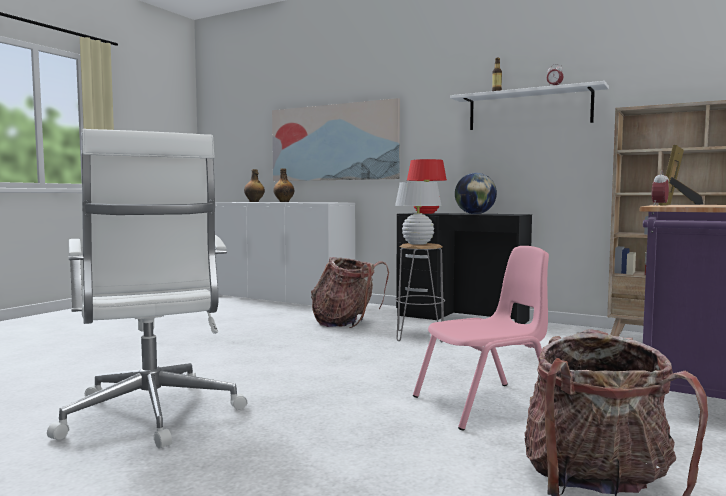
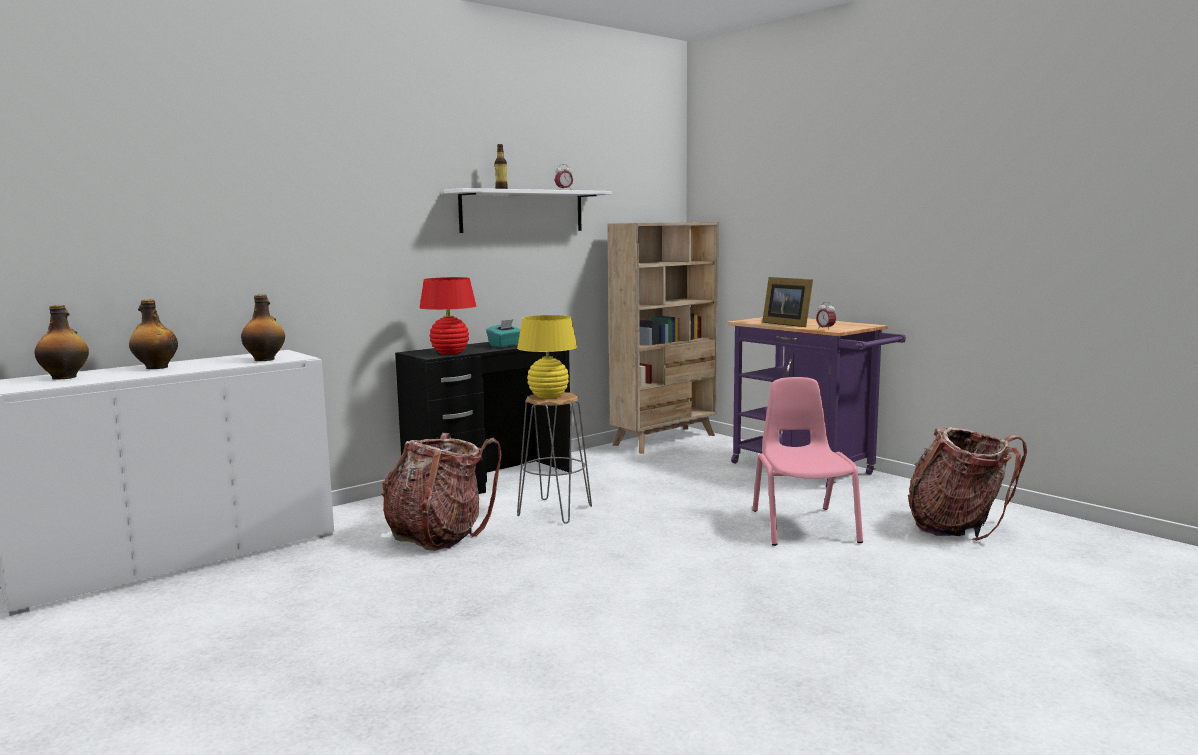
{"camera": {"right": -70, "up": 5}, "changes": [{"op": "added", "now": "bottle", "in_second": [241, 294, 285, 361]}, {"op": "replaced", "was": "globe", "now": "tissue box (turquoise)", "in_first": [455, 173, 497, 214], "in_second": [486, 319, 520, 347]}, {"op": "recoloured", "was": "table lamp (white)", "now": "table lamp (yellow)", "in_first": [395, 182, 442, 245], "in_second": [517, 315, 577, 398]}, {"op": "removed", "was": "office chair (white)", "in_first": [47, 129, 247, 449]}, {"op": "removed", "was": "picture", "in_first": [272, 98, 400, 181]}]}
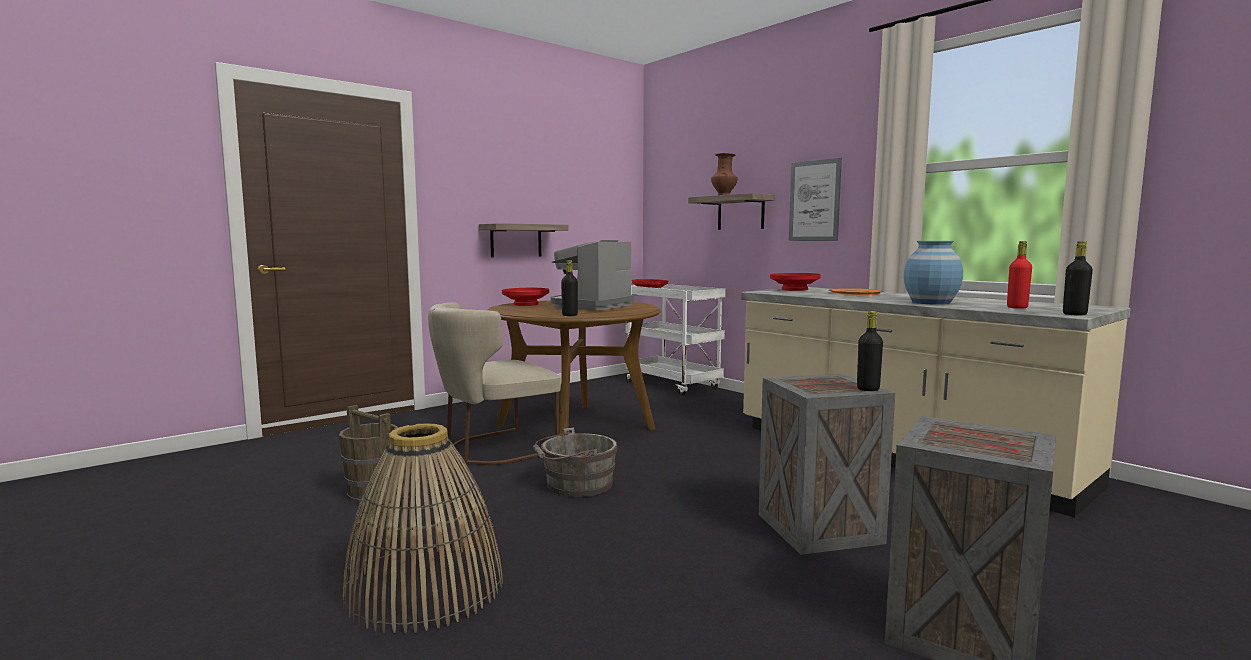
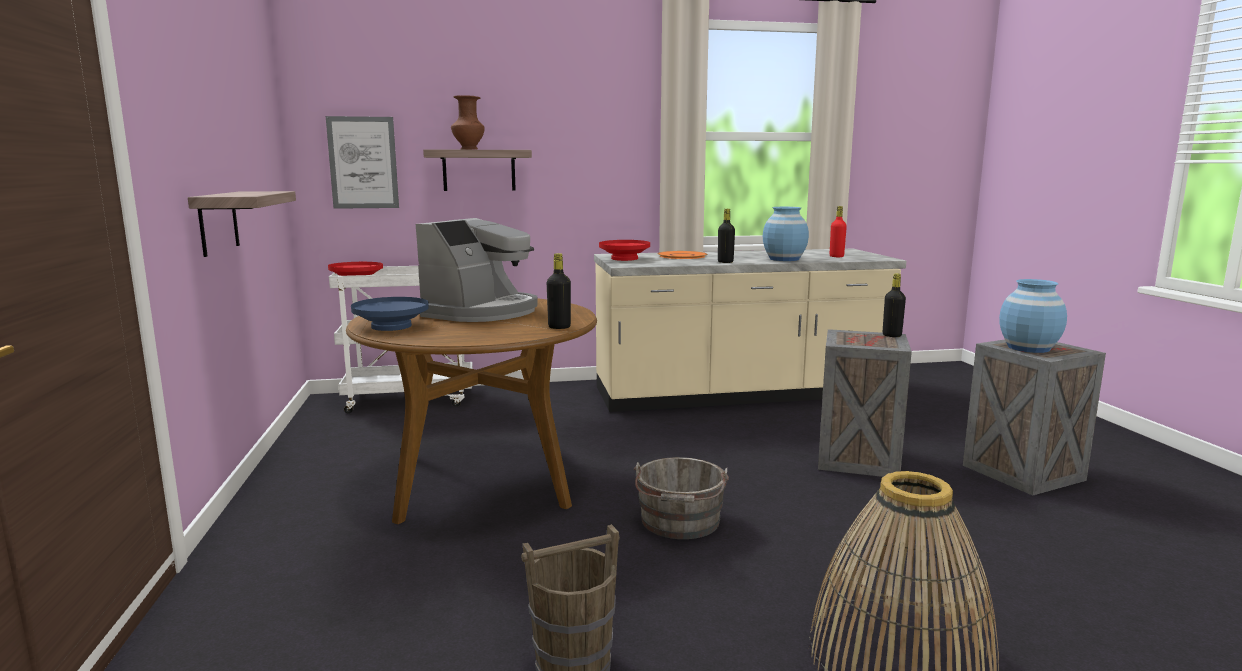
{"camera": {"right": -60, "up": 5}, "changes": [{"op": "moved", "was": "picture", "in_first": [789, 158, 842, 241], "in_second": [326, 116, 399, 209]}, {"op": "recoloured", "was": "bowl (red)", "now": "bowl (blue)", "in_first": [502, 288, 549, 306], "in_second": [351, 297, 429, 331]}, {"op": "turned", "was": "coffee machine", "in_first": [551, 241, 634, 311], "in_second": [416, 218, 538, 322], "clockwise": -120}, {"op": "moved", "was": "bottle (black)", "in_first": [1063, 241, 1093, 316], "in_second": [718, 209, 735, 263]}, {"op": "added", "now": "vase (blue)", "in_second": [999, 279, 1067, 353]}, {"op": "removed", "was": "chair (beige)", "in_first": [428, 302, 561, 465]}]}
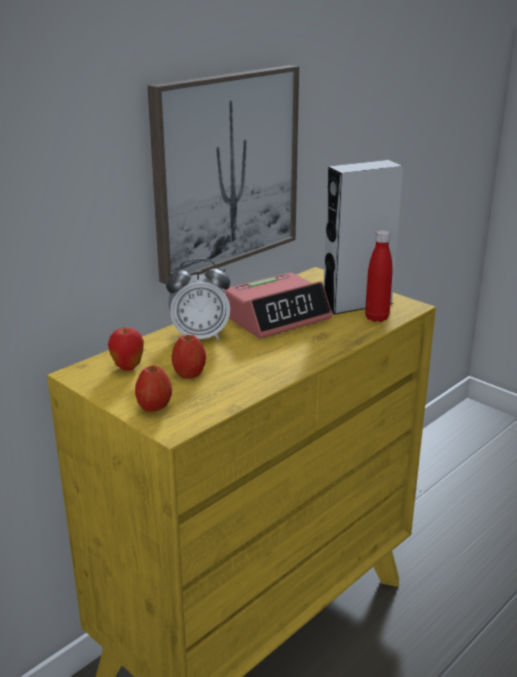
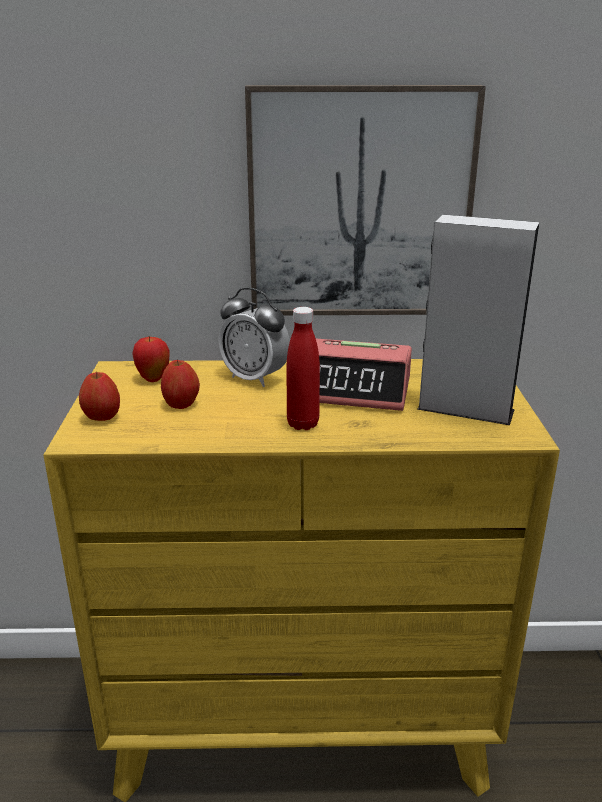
{"camera": {"right": 45, "up": 0}, "changes": [{"op": "moved", "was": "bottle (red)", "in_first": [365, 230, 393, 322], "in_second": [287, 307, 320, 430]}]}
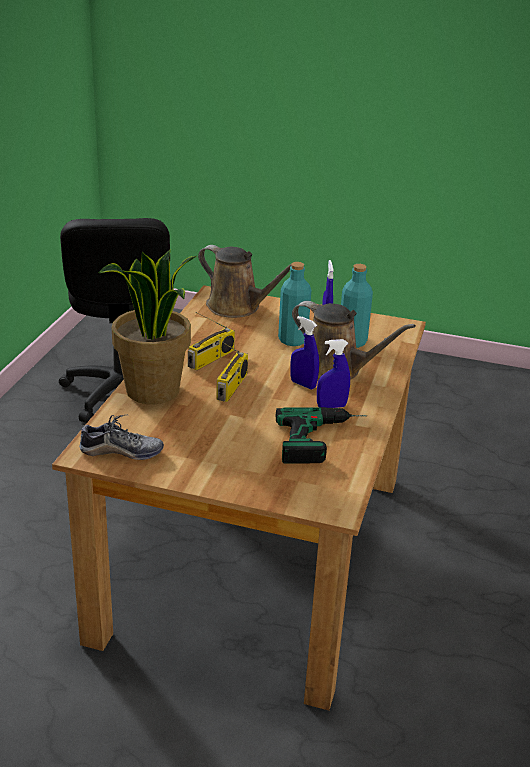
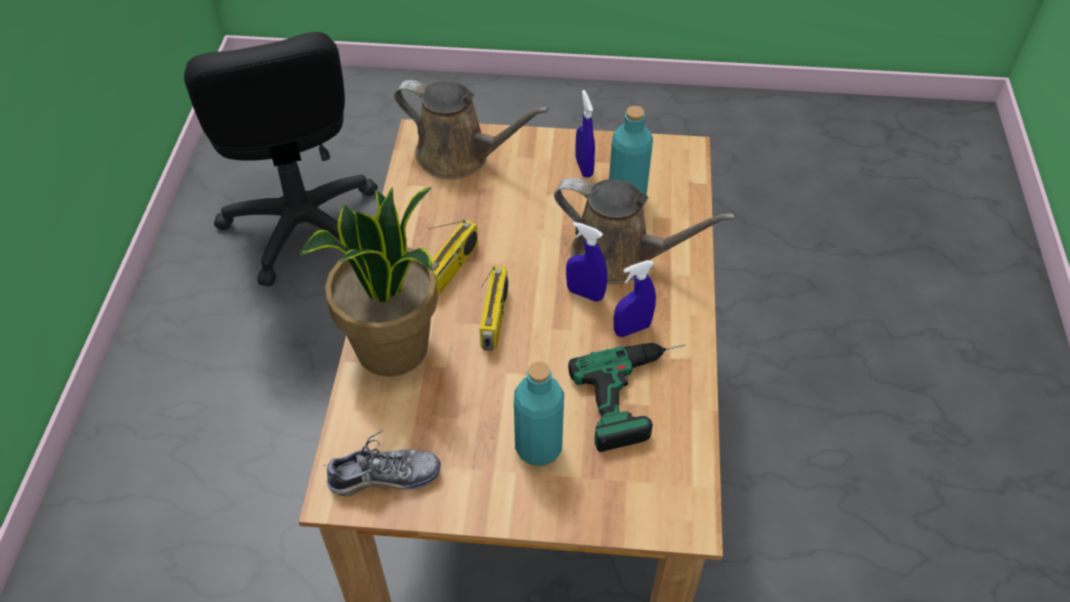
{"camera": {"right": -10, "up": 20}, "changes": [{"op": "moved", "was": "bottle (turquoise)", "in_first": [278, 262, 311, 346], "in_second": [514, 362, 564, 466]}]}
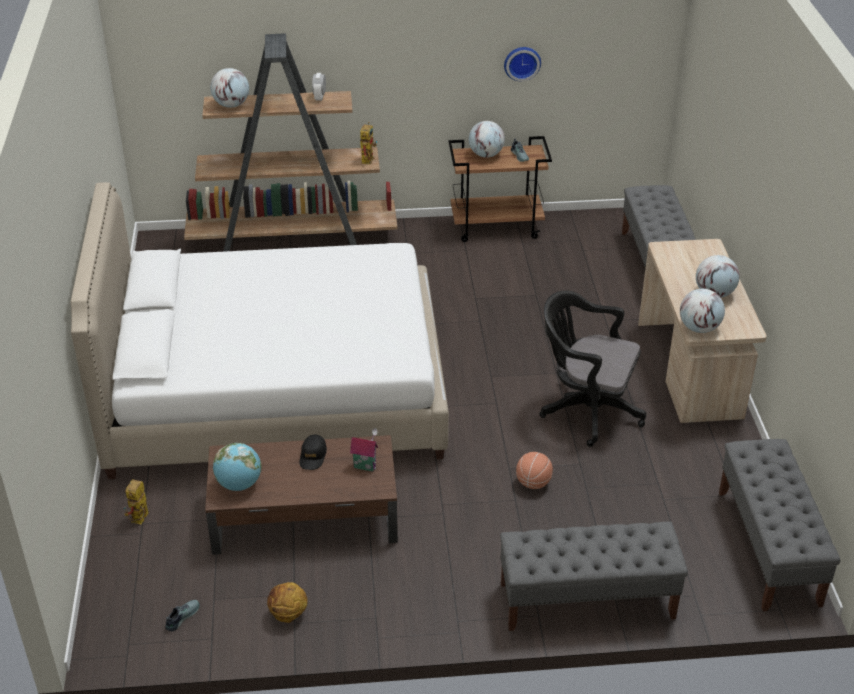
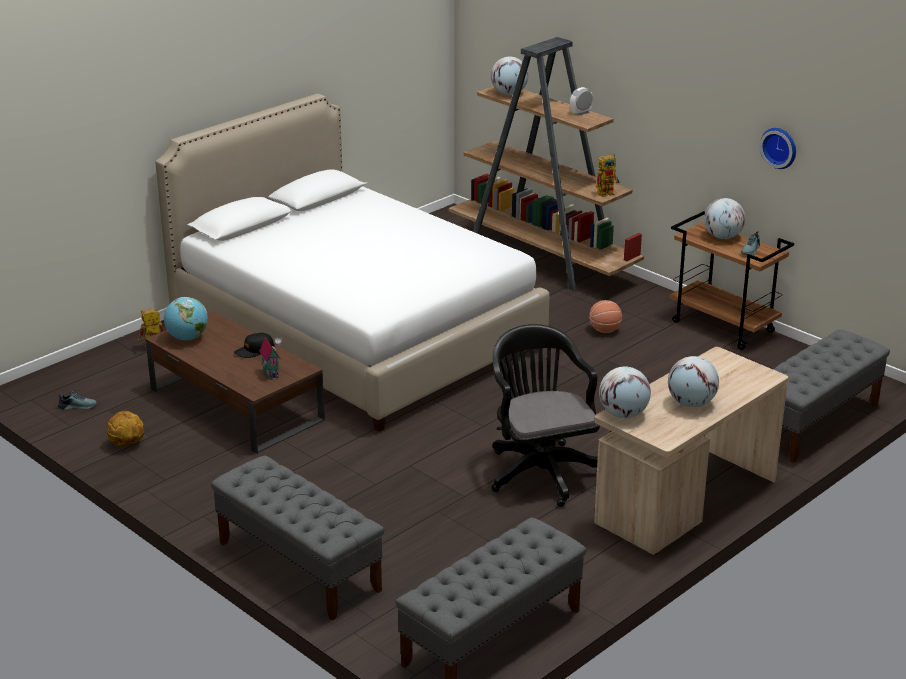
{"camera": {"right": 50, "up": -10}, "changes": [{"op": "moved", "was": "basketball", "in_first": [516, 452, 553, 489], "in_second": [589, 300, 622, 333]}]}
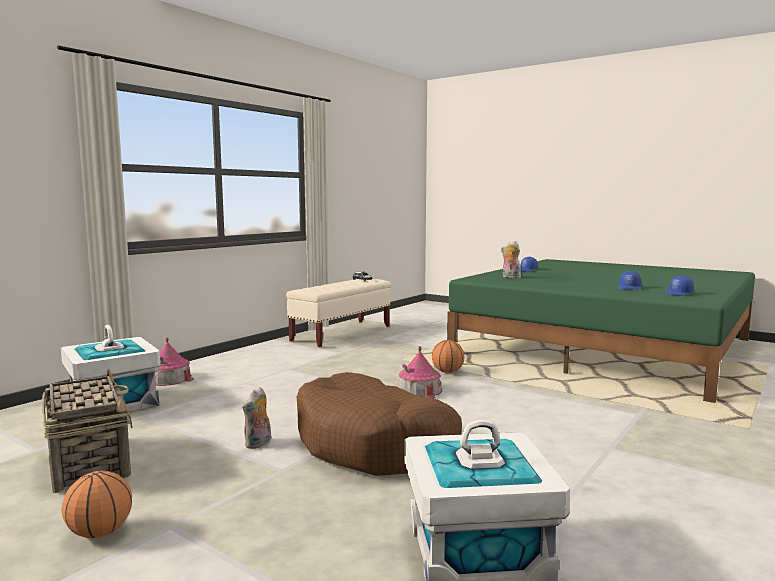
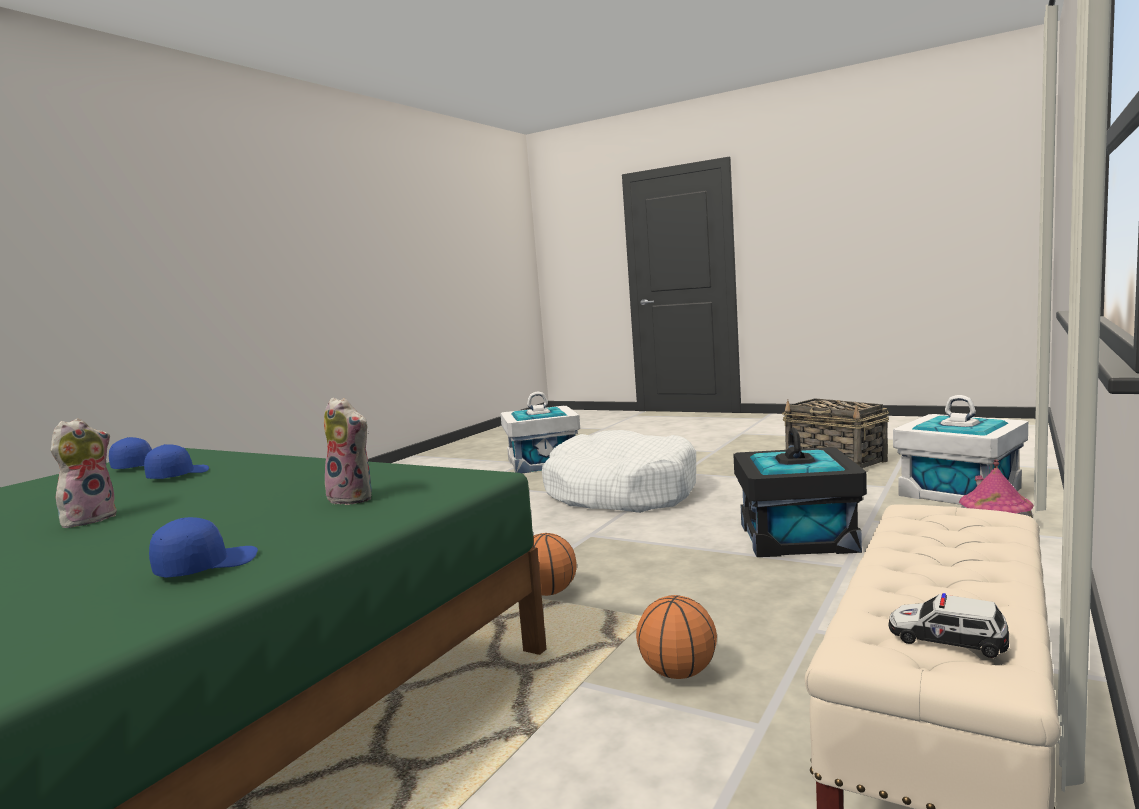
{"camera": {"right": 175, "up": 0}, "changes": [{"op": "moved", "was": "plush toy", "in_first": [242, 387, 271, 449], "in_second": [51, 419, 117, 528]}, {"op": "recoloured", "was": "dog bed (brown)", "now": "dog bed (white)", "in_first": [297, 372, 462, 476], "in_second": [542, 430, 696, 513]}, {"op": "moved", "was": "basketball", "in_first": [62, 471, 132, 538], "in_second": [636, 595, 717, 679]}, {"op": "added", "now": "storage box (black)", "in_second": [733, 427, 867, 557]}, {"op": "removed", "was": "toy house", "in_first": [398, 346, 442, 398]}]}
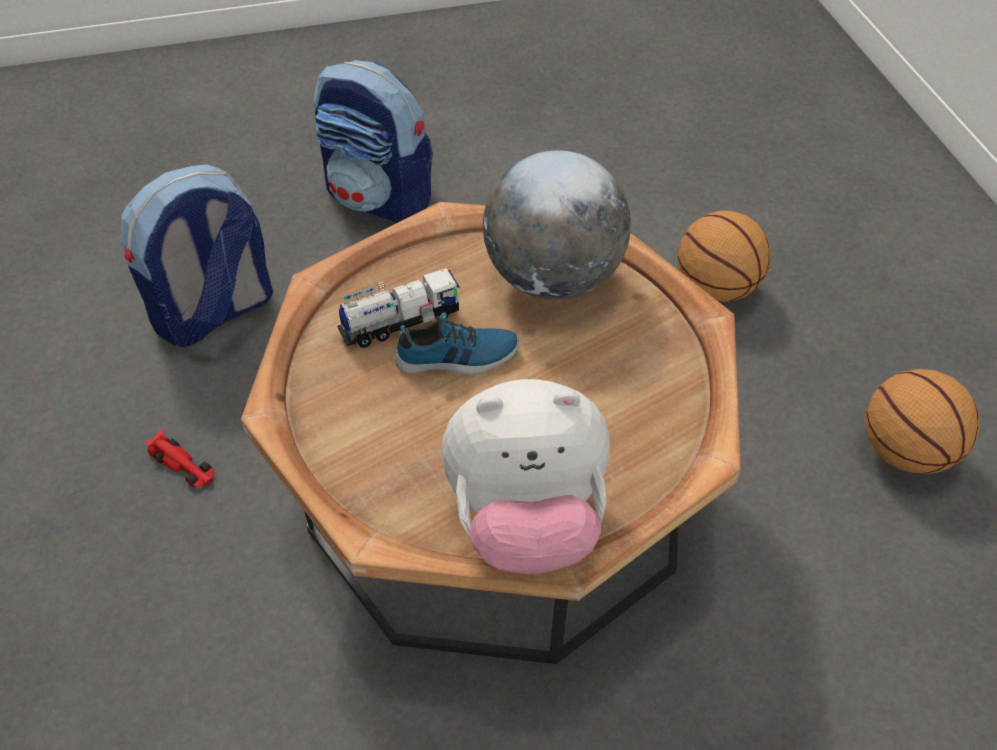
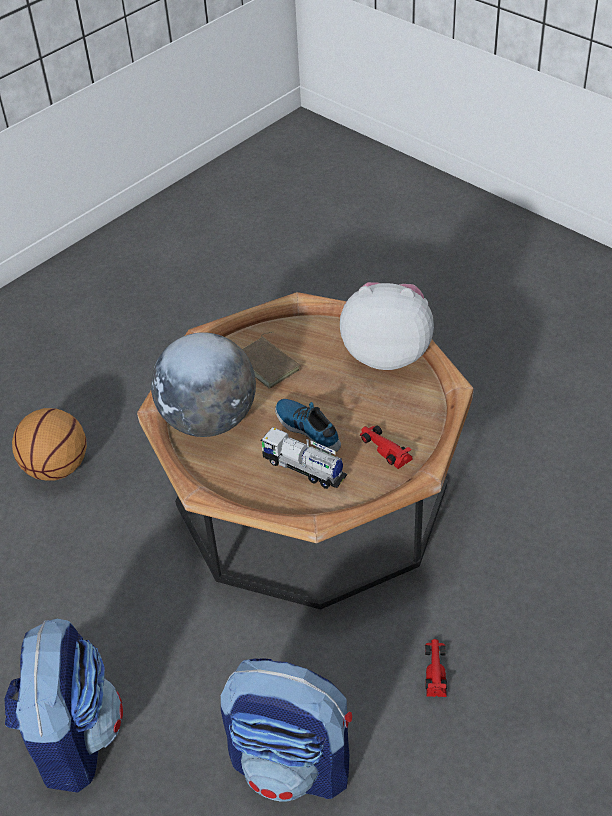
{"camera": {"right": -120, "up": -5}, "changes": [{"op": "added", "now": "book (brown)", "in_second": [242, 332, 301, 389]}, {"op": "turned", "was": "plush toy", "in_first": [441, 379, 610, 574], "in_second": [340, 282, 434, 370], "clockwise": -45}, {"op": "added", "now": "toy car (red)", "in_second": [360, 425, 413, 469]}, {"op": "removed", "was": "basketball", "in_first": [865, 369, 980, 474]}]}
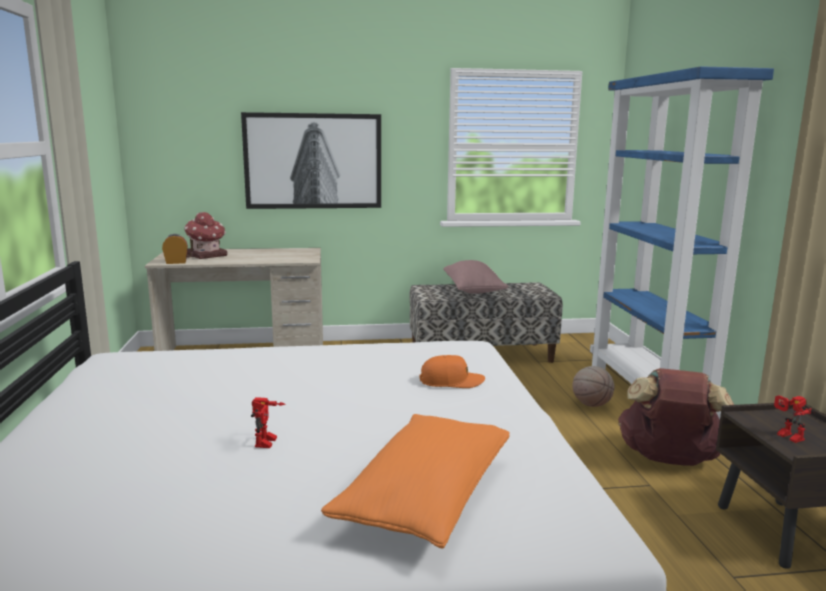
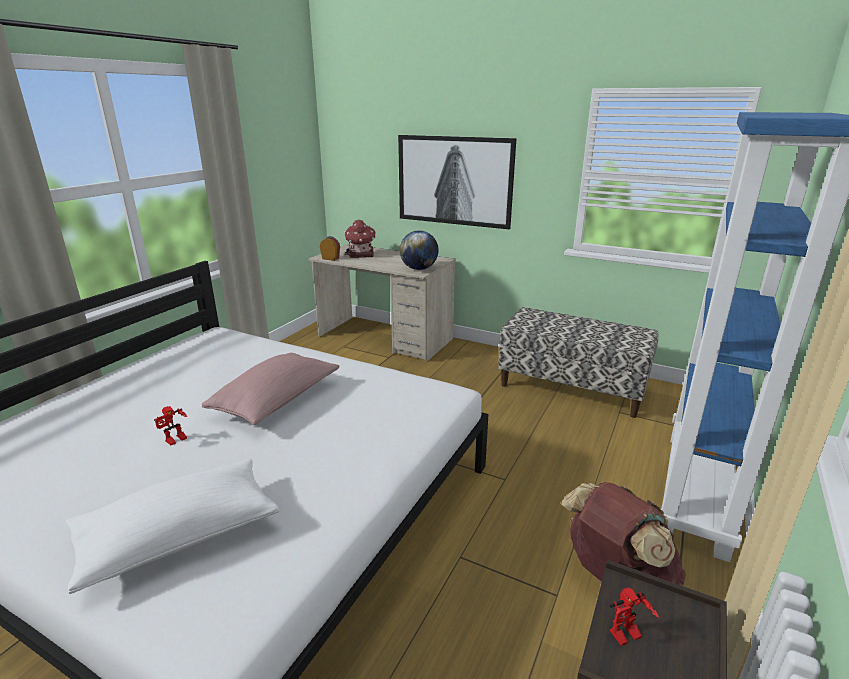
{"camera": {"right": 35, "up": 10}, "changes": [{"op": "recoloured", "was": "pillow (orange)", "now": "pillow (white)", "in_first": [321, 414, 510, 549], "in_second": [66, 459, 279, 594]}, {"op": "moved", "was": "pillow (pink)", "in_first": [443, 260, 508, 294], "in_second": [202, 353, 340, 425]}, {"op": "added", "now": "globe", "in_second": [400, 230, 439, 270]}, {"op": "turned", "was": "toy robot", "in_first": [774, 395, 815, 443], "in_second": [609, 587, 659, 646], "clockwise": -120}, {"op": "removed", "was": "cap (orange)", "in_first": [420, 355, 485, 388]}, {"op": "removed", "was": "basketball", "in_first": [572, 366, 615, 407]}]}
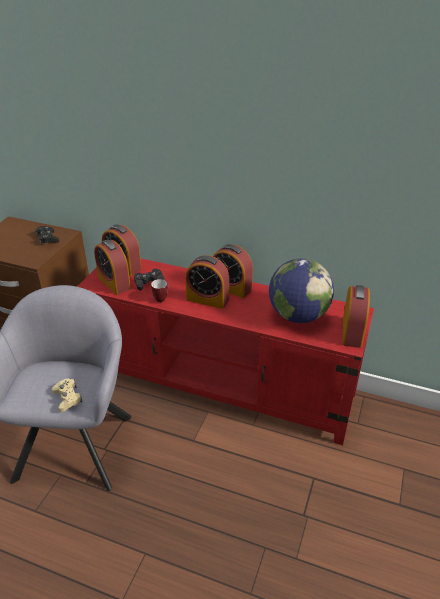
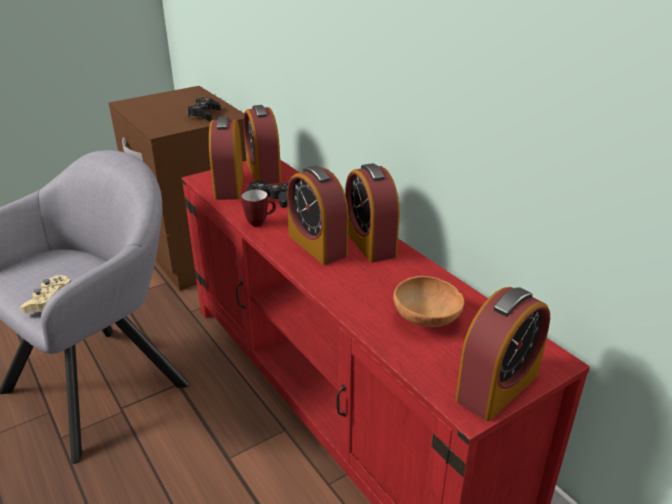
{"camera": {"right": 35, "up": -5}, "changes": [{"op": "replaced", "was": "globe", "now": "bowl (brown)", "in_first": [269, 259, 334, 323], "in_second": [393, 276, 464, 327]}]}
